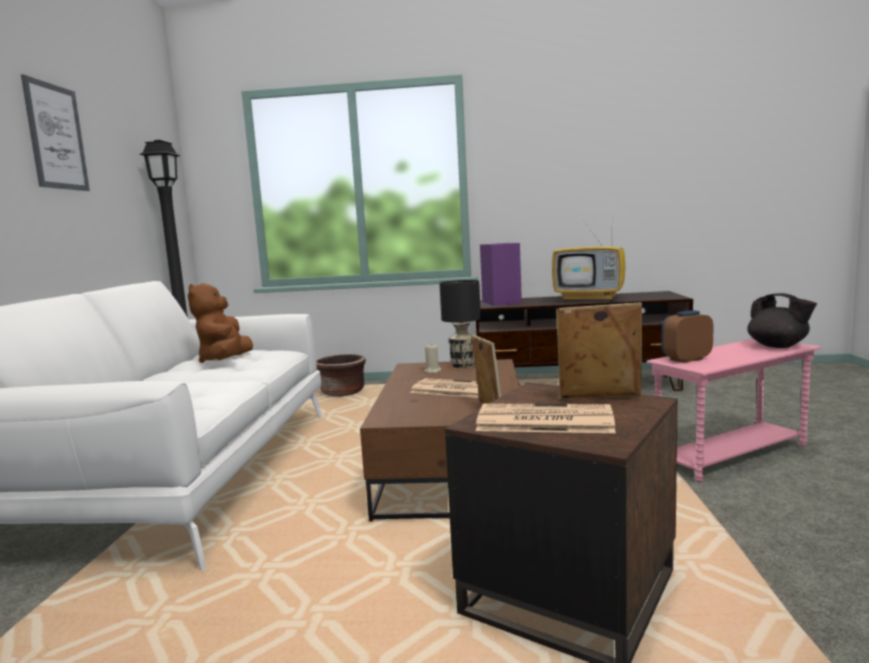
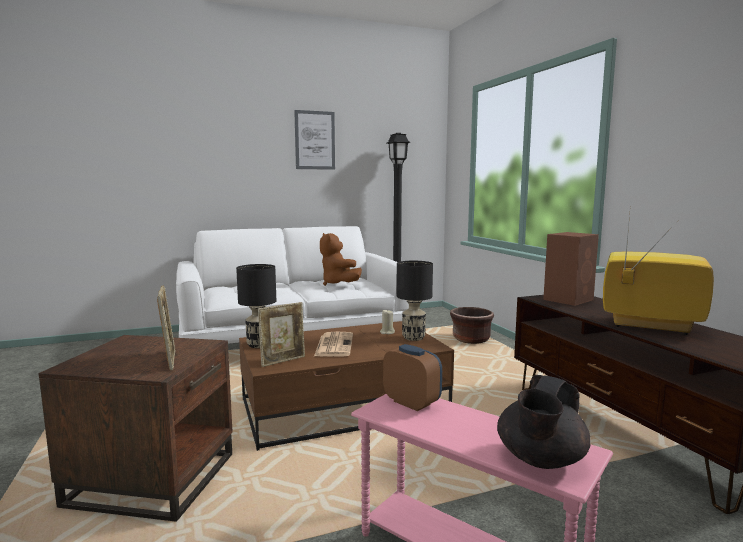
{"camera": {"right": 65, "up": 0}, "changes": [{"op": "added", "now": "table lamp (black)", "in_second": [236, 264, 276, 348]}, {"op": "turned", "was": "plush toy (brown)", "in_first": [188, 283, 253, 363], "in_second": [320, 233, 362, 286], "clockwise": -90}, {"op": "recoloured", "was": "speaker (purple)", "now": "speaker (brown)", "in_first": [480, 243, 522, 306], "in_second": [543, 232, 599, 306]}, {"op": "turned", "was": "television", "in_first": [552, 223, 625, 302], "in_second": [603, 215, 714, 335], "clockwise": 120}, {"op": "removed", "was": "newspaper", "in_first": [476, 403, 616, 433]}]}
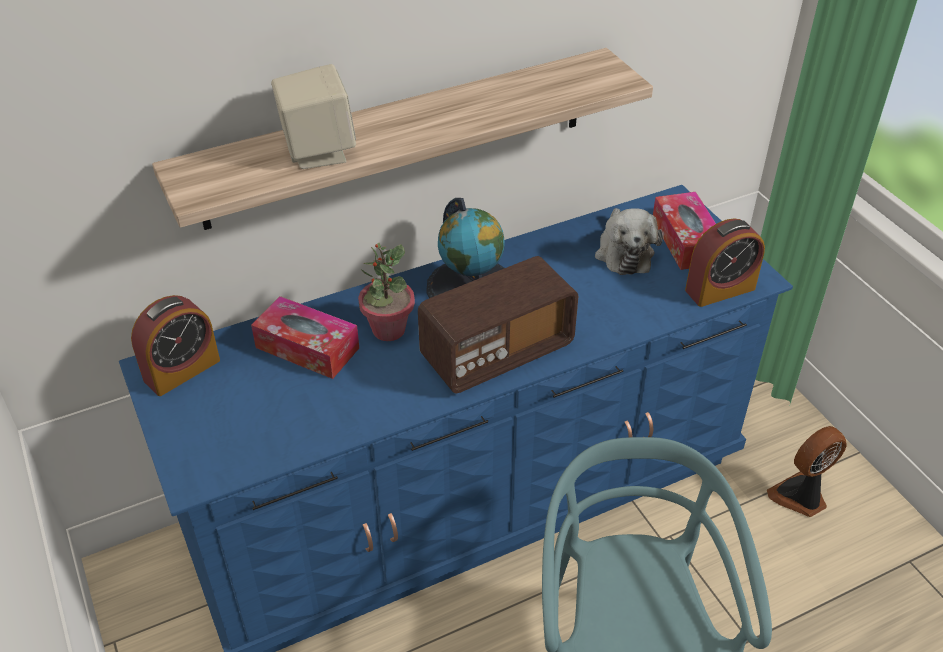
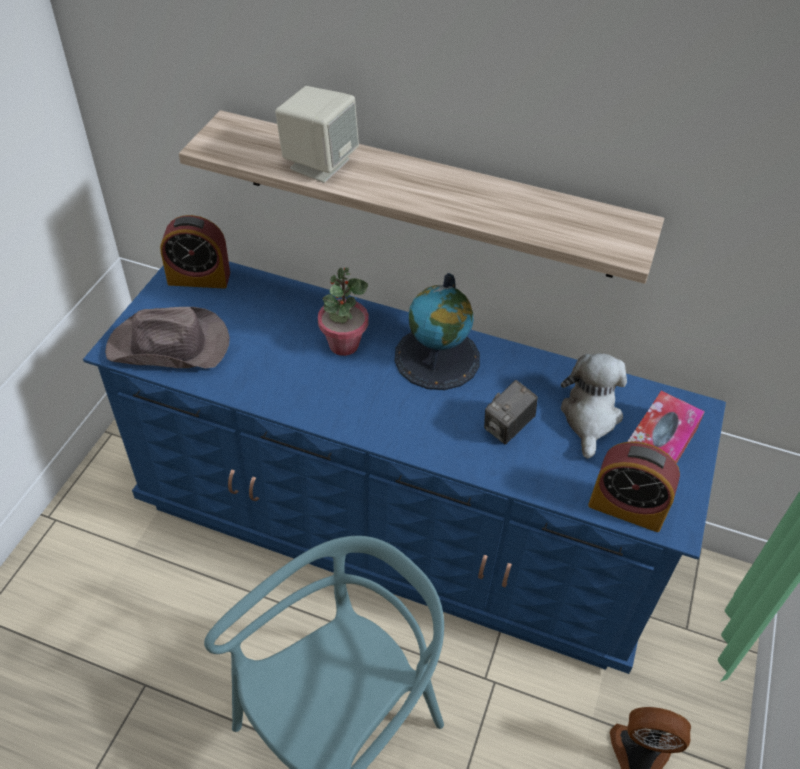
{"camera": {"right": 45, "up": 5}, "changes": [{"op": "added", "now": "hat (brown)", "in_second": [105, 307, 230, 368]}, {"op": "added", "now": "photo camera", "in_second": [484, 380, 538, 444]}, {"op": "turned", "was": "plush toy", "in_first": [595, 208, 663, 275], "in_second": [561, 353, 627, 459], "clockwise": 150}, {"op": "removed", "was": "tissue box", "in_first": [251, 296, 359, 379]}, {"op": "removed", "was": "radio", "in_first": [418, 256, 579, 394]}]}
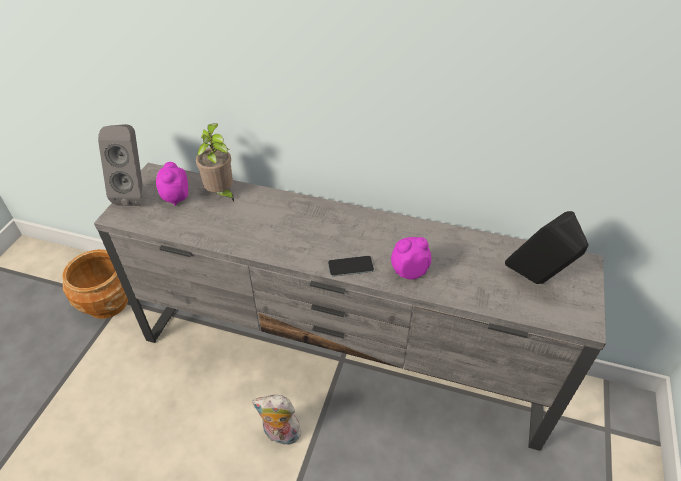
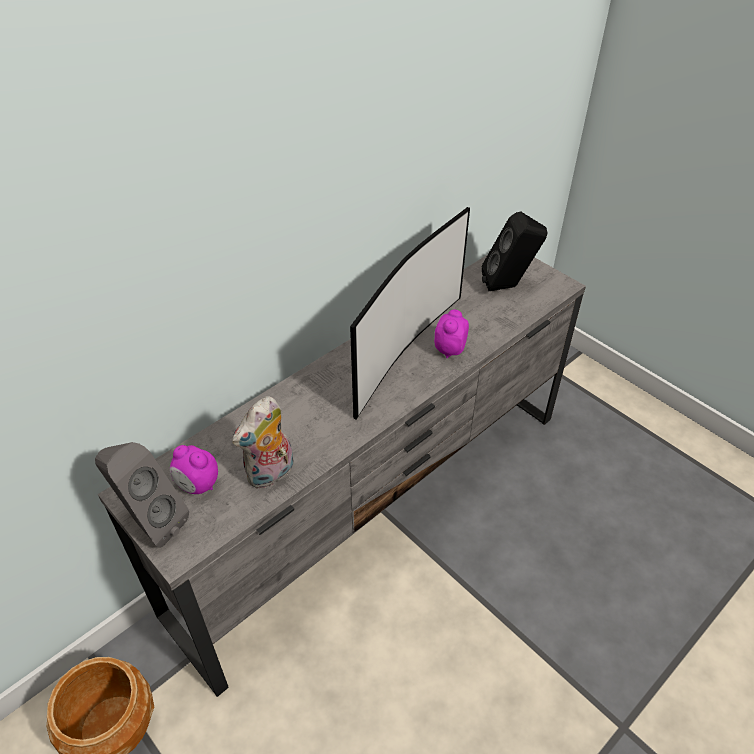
{"camera": {"right": -60, "up": 0}, "changes": [{"op": "moved", "was": "plush toy", "in_first": [252, 395, 305, 445], "in_second": [232, 396, 294, 489]}, {"op": "added", "now": "television", "in_second": [350, 207, 470, 420]}, {"op": "removed", "was": "potted plant", "in_first": [196, 123, 234, 202]}, {"op": "removed", "was": "phone", "in_first": [328, 256, 374, 277]}]}
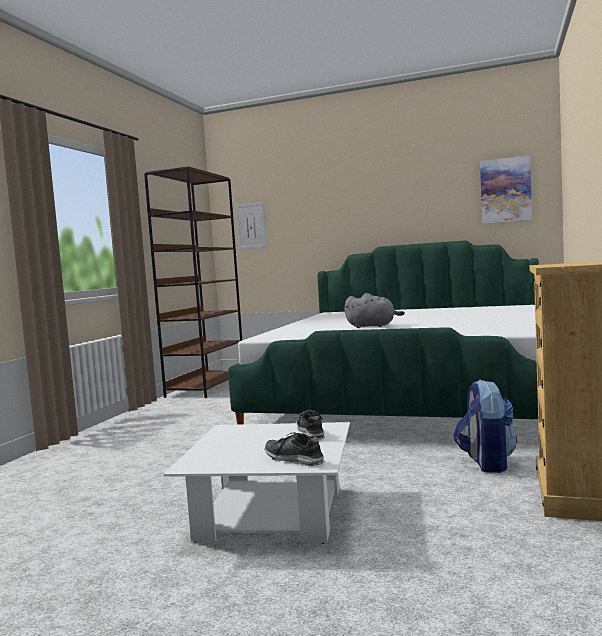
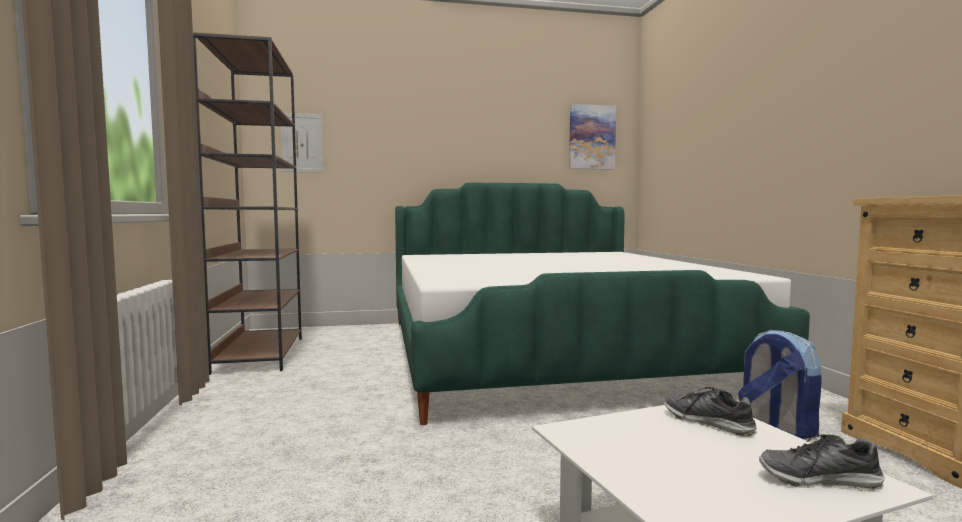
{"camera": {"right": -30, "up": 0}, "changes": [{"op": "removed", "was": "plush toy (grey)", "in_first": [344, 293, 405, 328]}]}
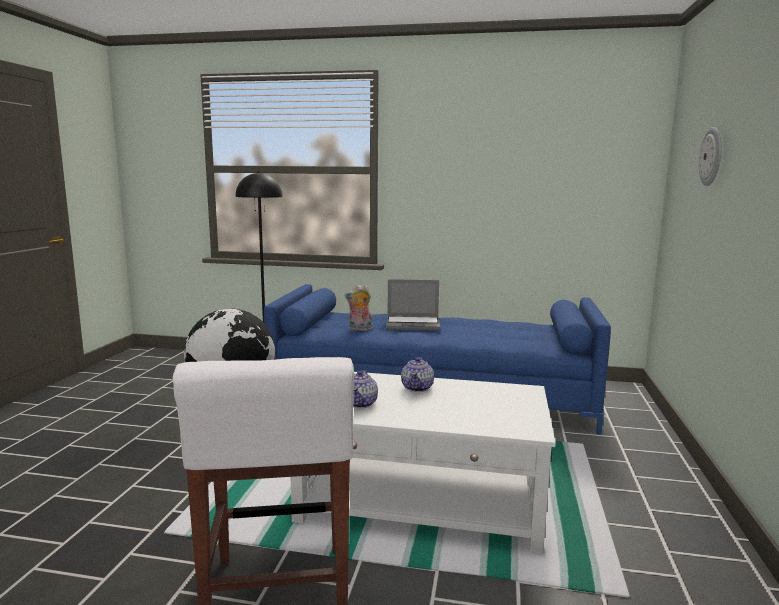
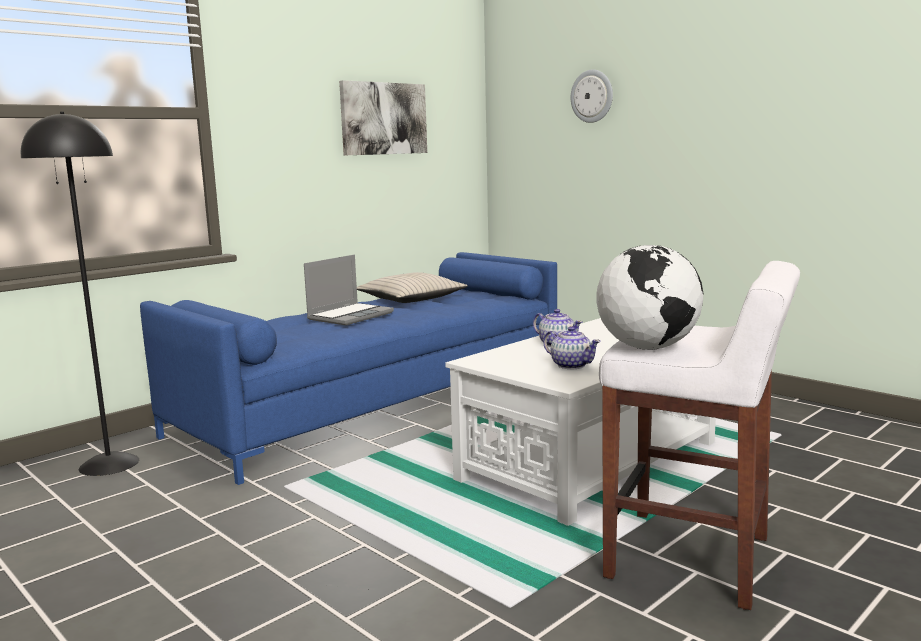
{"camera": {"right": -55, "up": 0}, "changes": [{"op": "added", "now": "picture", "in_second": [339, 80, 427, 155]}, {"op": "added", "now": "pillow (beige)", "in_second": [357, 272, 468, 303]}, {"op": "removed", "was": "plush toy", "in_first": [345, 284, 373, 331]}]}
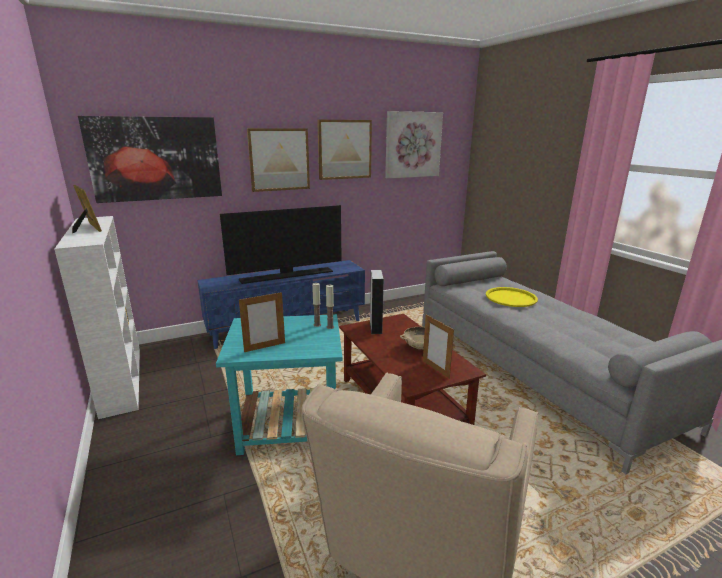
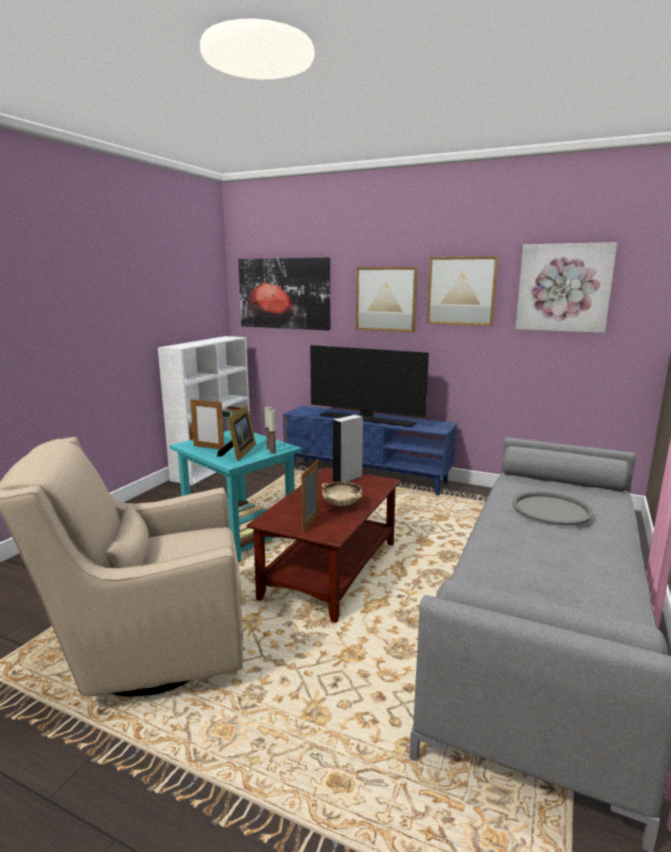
{"camera": {"right": 50, "up": -5}, "changes": [{"op": "moved", "was": "picture frame", "in_first": [72, 185, 102, 233], "in_second": [217, 405, 256, 461]}, {"op": "recoloured", "was": "tray (yellow)", "now": "tray (grey)", "in_first": [486, 287, 538, 307], "in_second": [513, 491, 593, 525]}]}
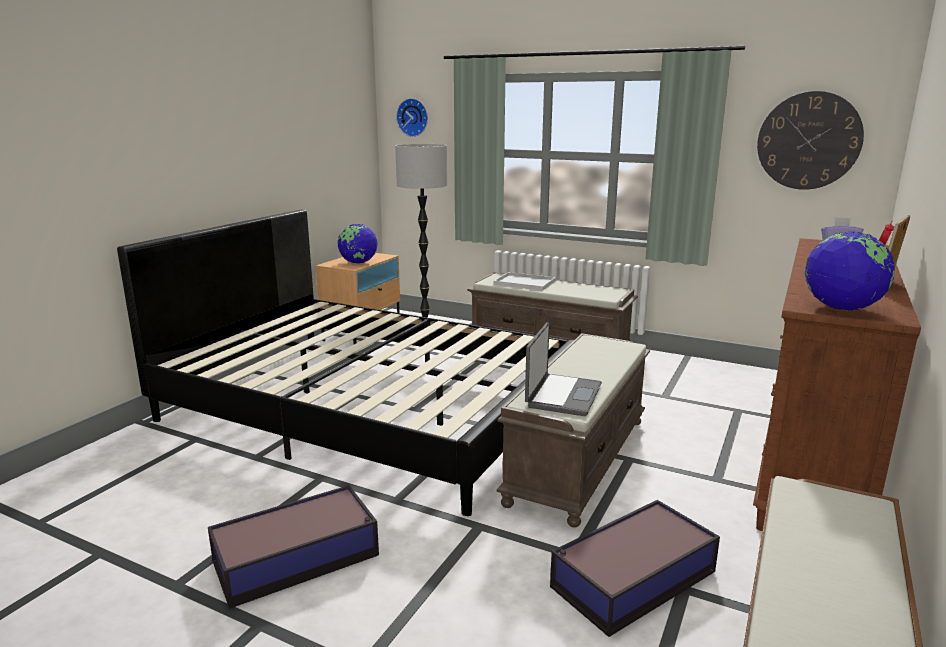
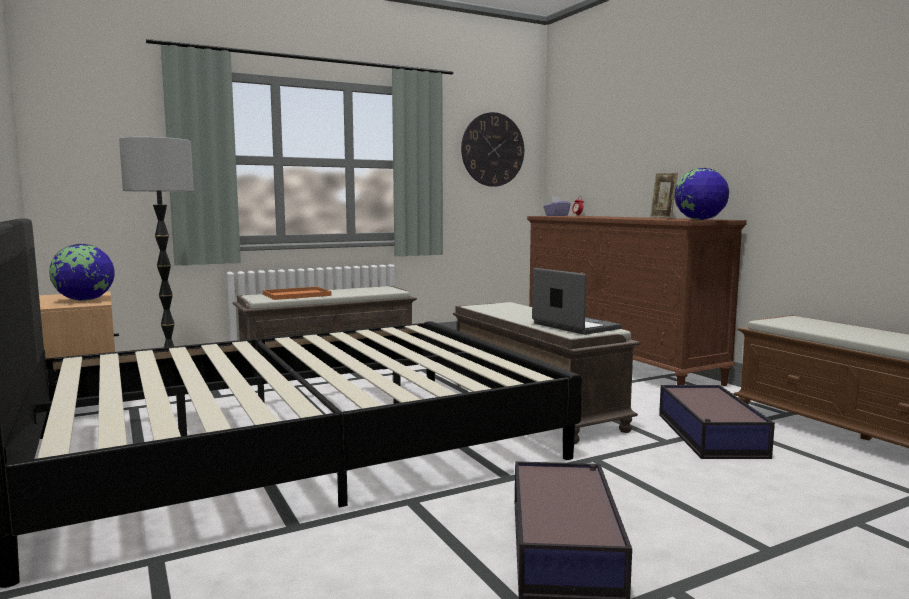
{"camera": {"right": -55, "up": -10}, "changes": [{"op": "recoloured", "was": "tray (white)", "now": "tray (orange)", "in_first": [494, 272, 556, 290], "in_second": [263, 287, 331, 300]}, {"op": "removed", "was": "wall clock", "in_first": [396, 98, 428, 137]}]}
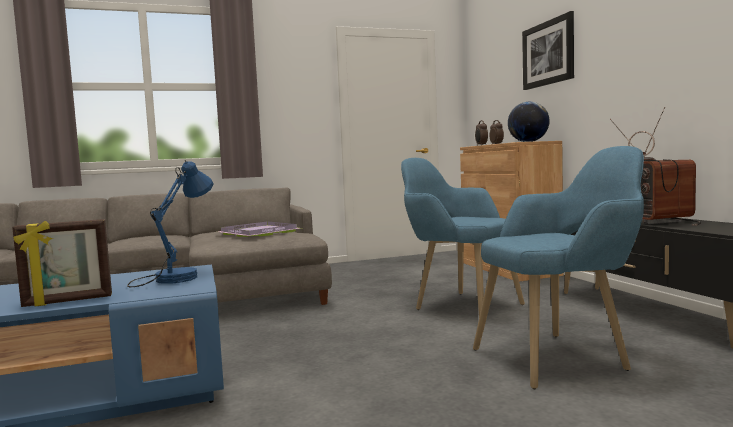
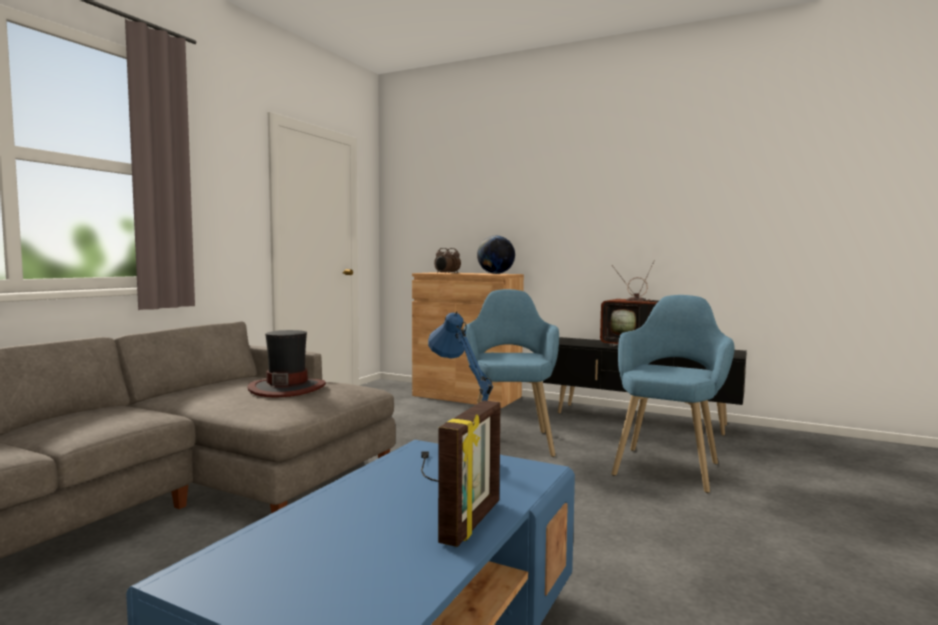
{"camera": {"right": -45, "up": 0}, "changes": [{"op": "replaced", "was": "tray (purple)", "now": "hat", "in_first": [217, 221, 300, 237], "in_second": [247, 330, 326, 397]}, {"op": "turned", "was": "armchair (blue)", "in_first": [401, 158, 525, 317], "in_second": [463, 289, 559, 457], "clockwise": 90}, {"op": "removed", "was": "picture", "in_first": [522, 11, 574, 90]}]}
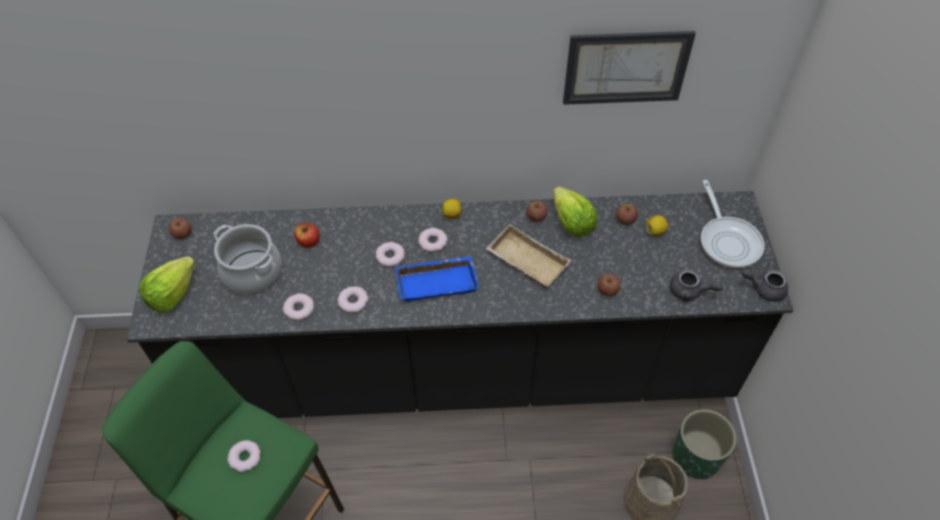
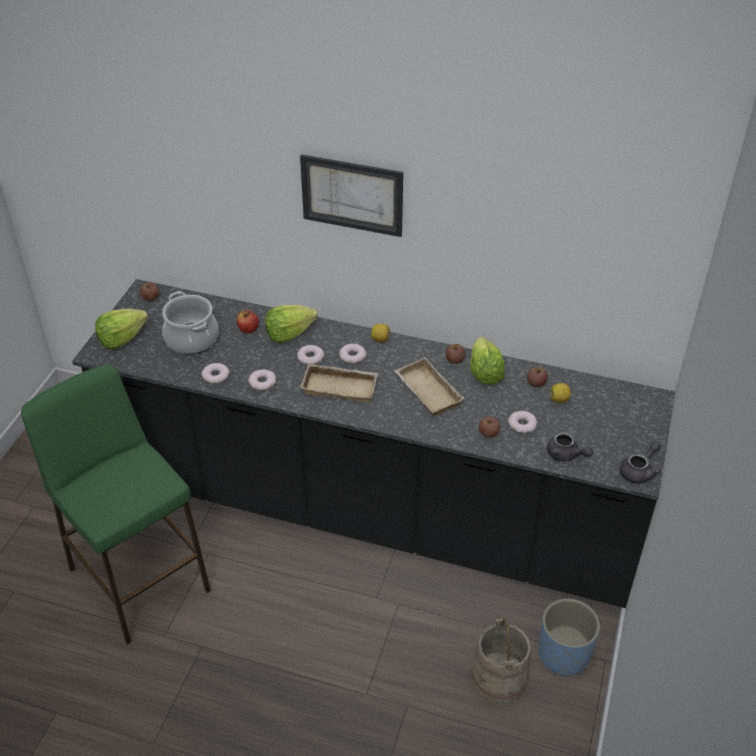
{"camera": {"right": 20, "up": -10}, "changes": [{"op": "added", "now": "lettuce", "in_second": [265, 305, 318, 343]}, {"op": "moved", "was": "picture", "in_first": [563, 31, 696, 105], "in_second": [300, 154, 403, 237]}, {"op": "recoloured", "was": "tray (blue)", "now": "tray (beige)", "in_first": [395, 256, 479, 302], "in_second": [300, 364, 378, 402]}, {"op": "moved", "was": "donut", "in_first": [227, 440, 261, 472], "in_second": [508, 411, 537, 433]}, {"op": "recoloured", "was": "planter (green)", "now": "planter (blue)", "in_first": [672, 409, 736, 480], "in_second": [539, 599, 600, 676]}, {"op": "turned", "was": "teapot (grey)", "in_first": [742, 260, 788, 301], "in_second": [620, 441, 661, 484], "clockwise": 105}, {"op": "removed", "was": "frying pan", "in_first": [701, 180, 765, 268]}]}
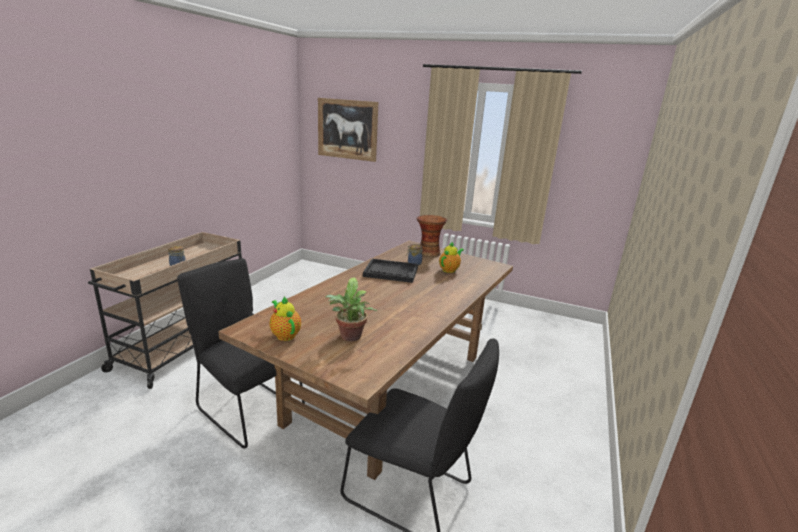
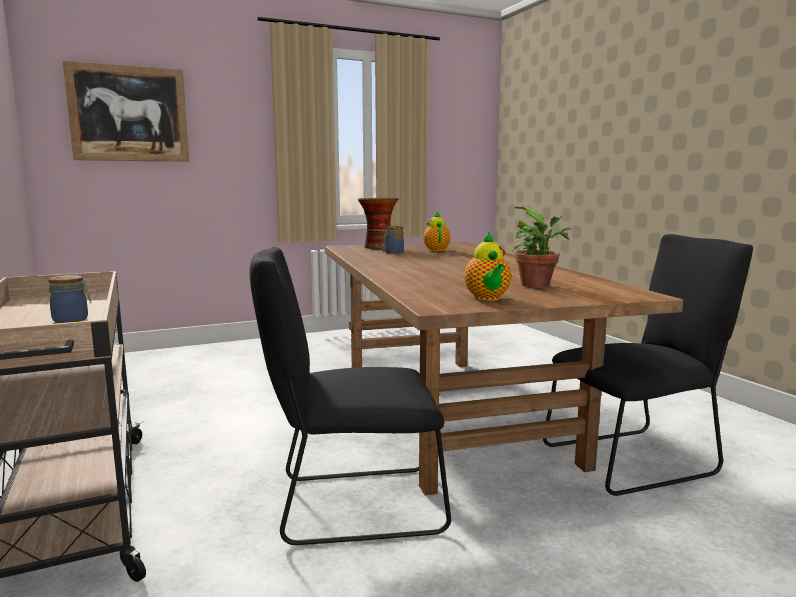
{"camera": {"right": -45, "up": -10}, "changes": [{"op": "turned", "was": "teapot", "in_first": [269, 296, 301, 341], "in_second": [464, 232, 511, 301], "clockwise": -105}, {"op": "removed", "was": "tray (black)", "in_first": [363, 259, 418, 283]}]}
